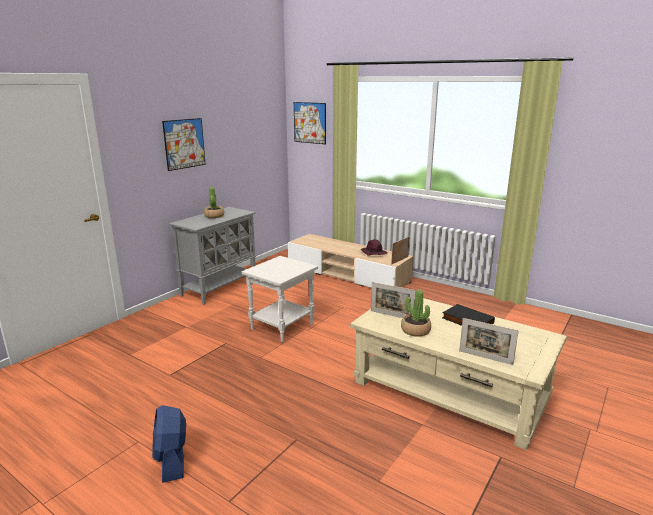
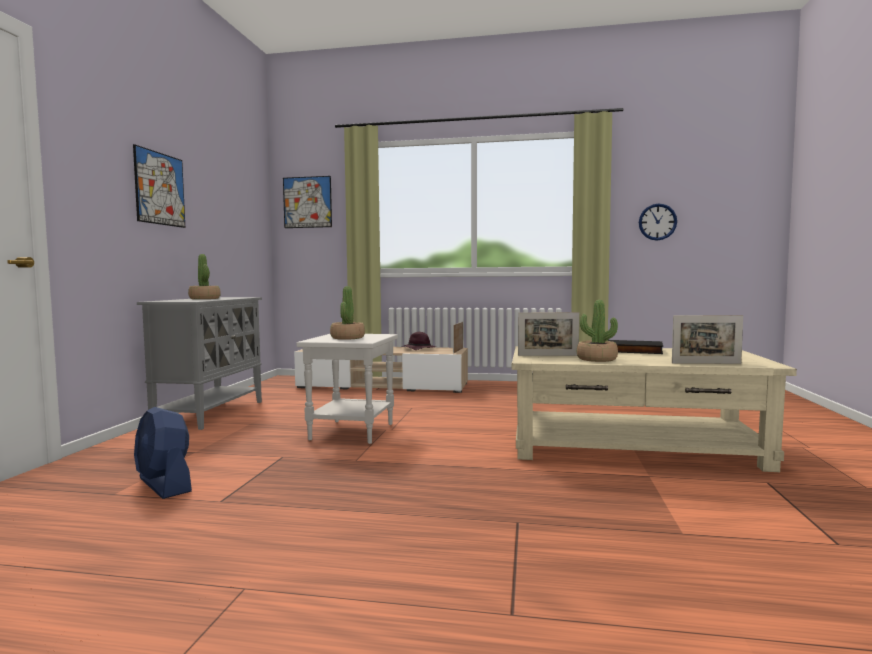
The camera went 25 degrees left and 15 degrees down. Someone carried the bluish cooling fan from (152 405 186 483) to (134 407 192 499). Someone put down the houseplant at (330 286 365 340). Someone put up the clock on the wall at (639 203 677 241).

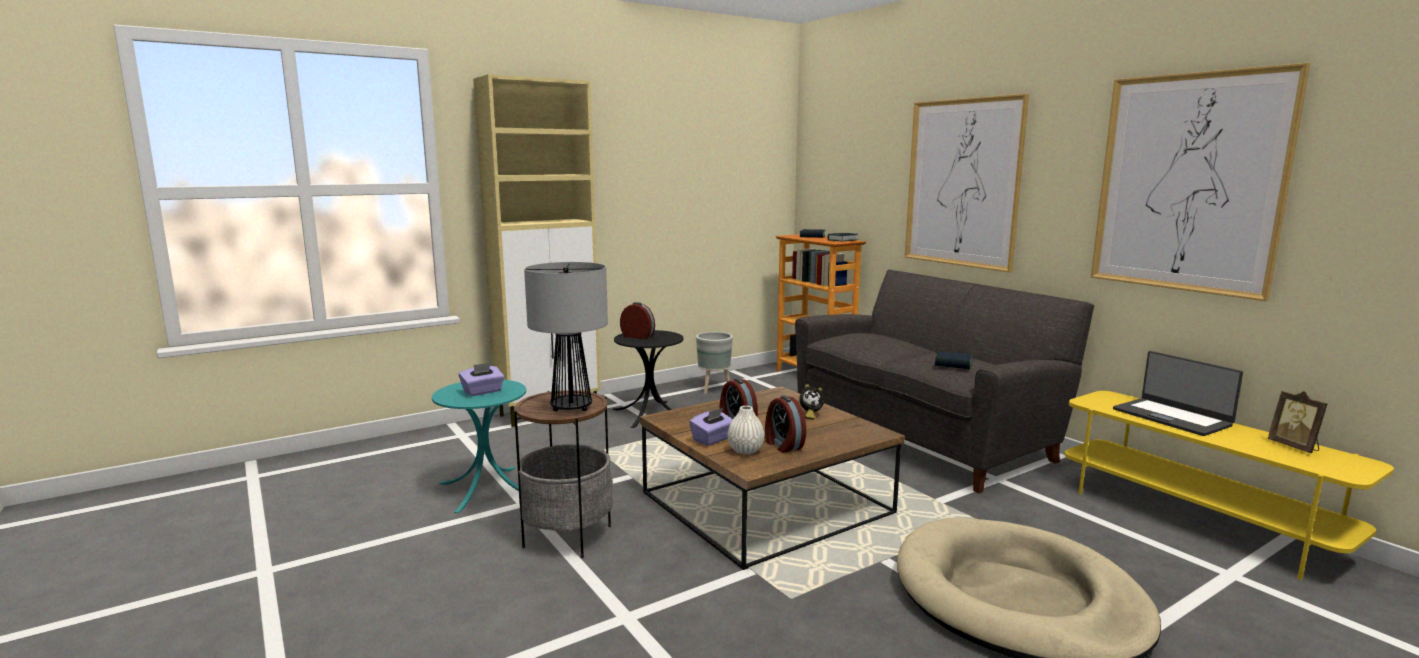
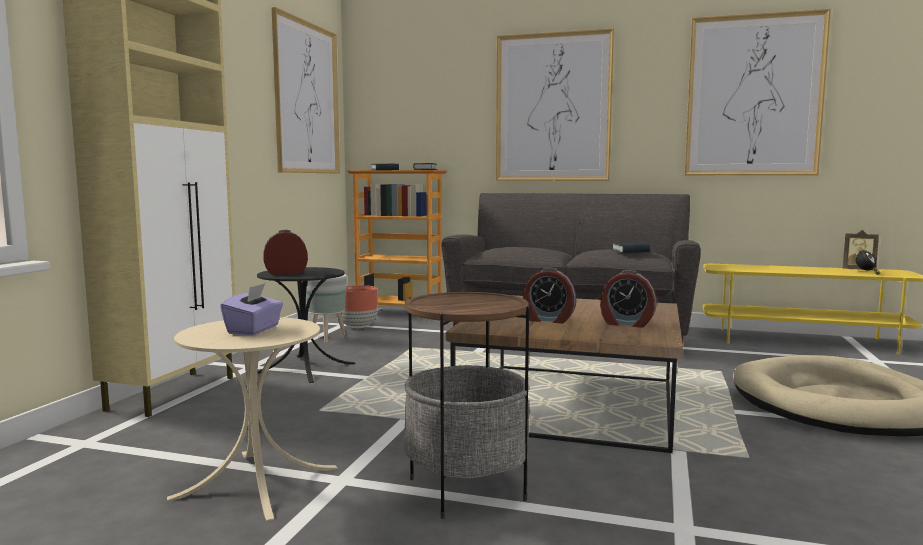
The camera went 40 degrees left and 5 degrees down. Someone repainted the blue-green accent table at (432 380 526 513), which became the beige-coloured accent table at (167 317 337 521). Someone put up the picture at (271 7 340 174). Someone put down the brown-coloured plant pot at (341 285 377 328). Someone carried the table clock from (799 384 824 420) to (856 248 881 275). Someone took away the lamp for a table at (524 262 608 411). Someone took away the purple tissue box at (689 408 733 446). Someone took away the white flower vase at (728 406 764 455). Someone took away the laptop at (1113 351 1243 436).

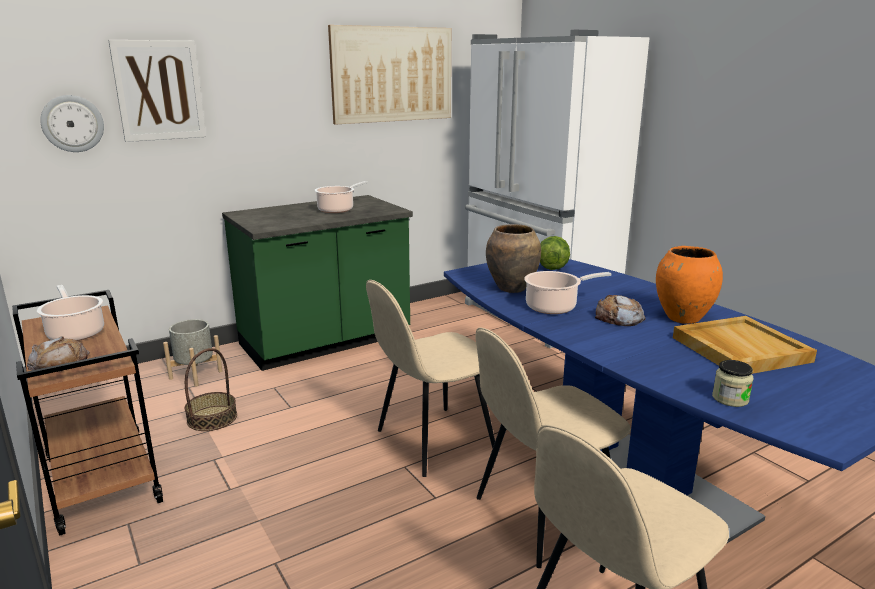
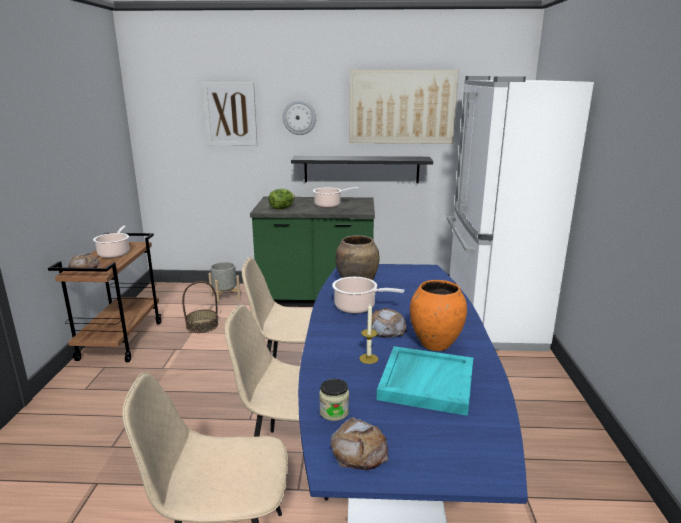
The camera went 35 degrees right and 0 degrees up. Someone carried the lettuce head from (540 236 570 270) to (268 189 295 209). Someone carried the clock on the wall from (40 95 104 152) to (282 100 316 135). Someone put up the blackish shelf at (291 156 433 183). Someone put down the bread at (330 417 388 470). Someone put down the wax candle at (359 304 378 364). Someone repainted the beige-coloured carrying tray at (673 316 817 374), which became the blue-green carrying tray at (377 346 473 416).

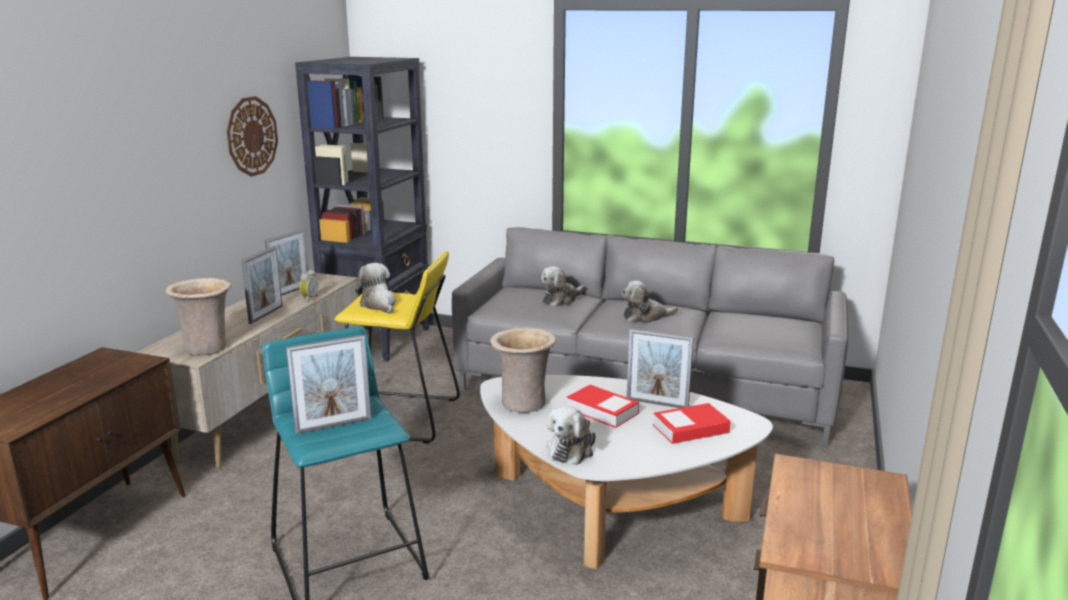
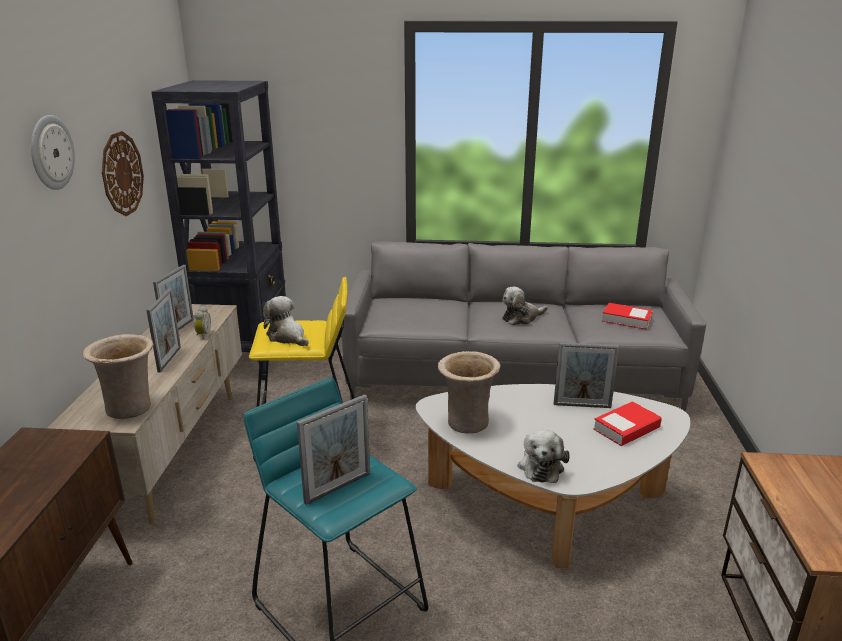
The camera went 15 degrees left and 5 degrees up. Someone put up the clock on the wall at (31 115 75 190). Someone carried the volume from (567 385 639 428) to (602 303 653 330). Someone took away the soft toy at (541 266 584 307).

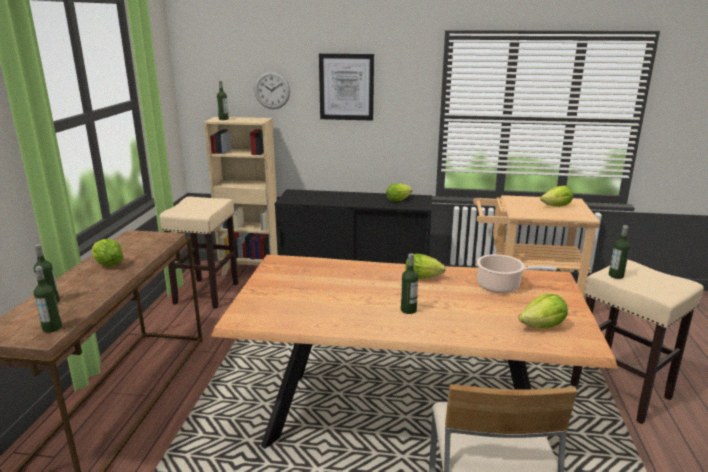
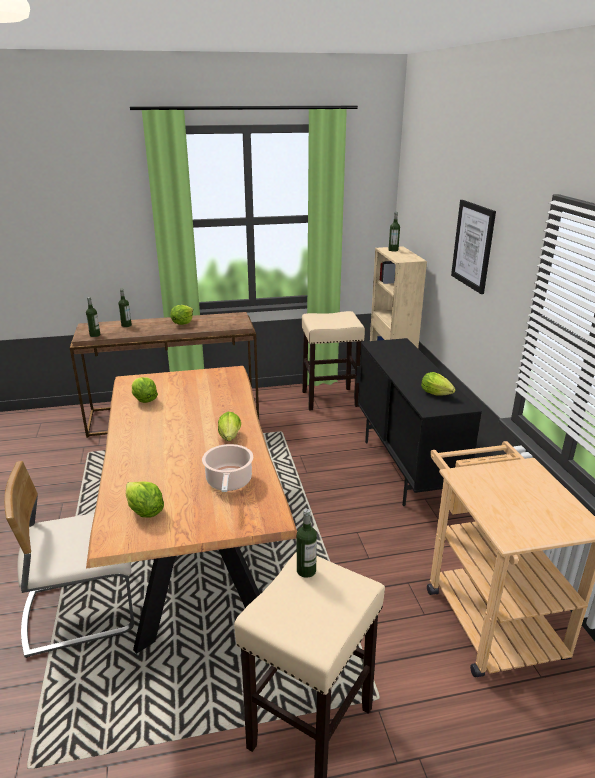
The camera went 70 degrees right and 5 degrees up. Someone carried the lettuce head from (540 186 573 207) to (132 377 158 403). Someone took away the clock on the wall at (254 71 290 109). Someone took away the bottle at (401 253 418 314).

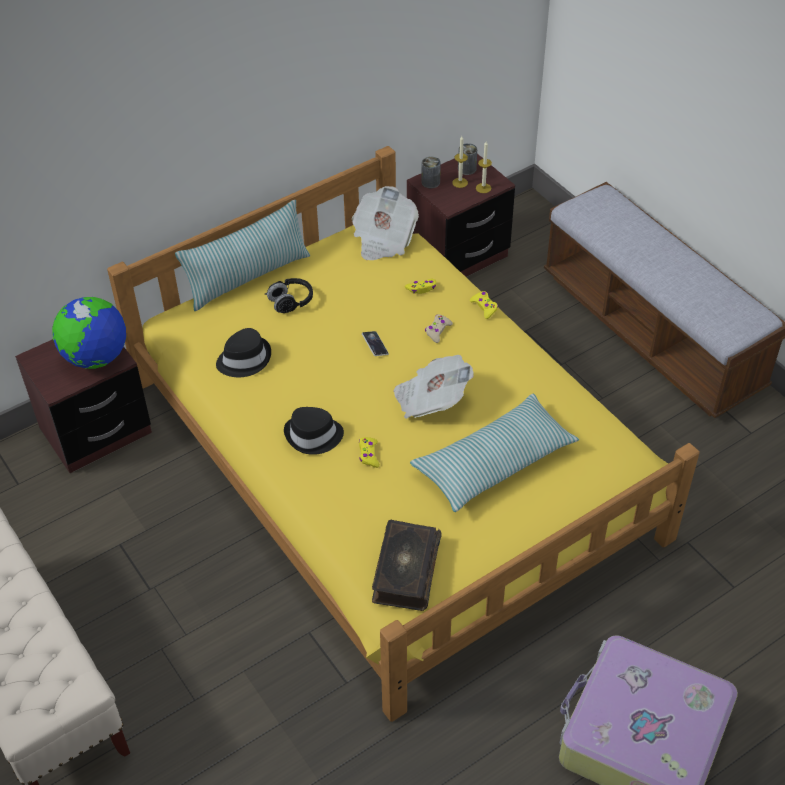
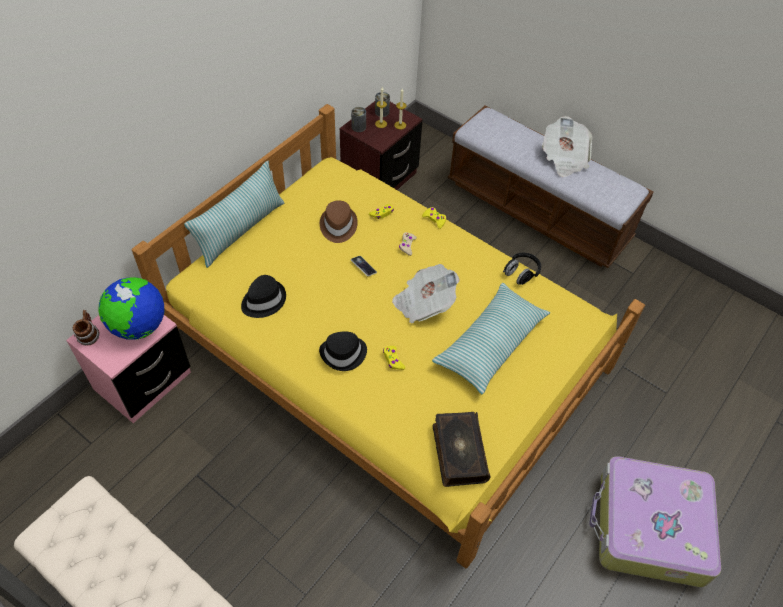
The camera went 20 degrees left and 5 degrees up. Someone repainted the brown-coloured bedside table at (15 339 152 473), which became the pink bedside table at (66 315 191 423). Someone put down the mug at (73 310 100 345). Someone put down the brown-coloured hat at (320 200 358 243). Someone carried the blackish pair of headphones from (265 278 313 313) to (503 253 541 285). Someone carried the daily paper from (352 186 419 260) to (542 116 592 177).

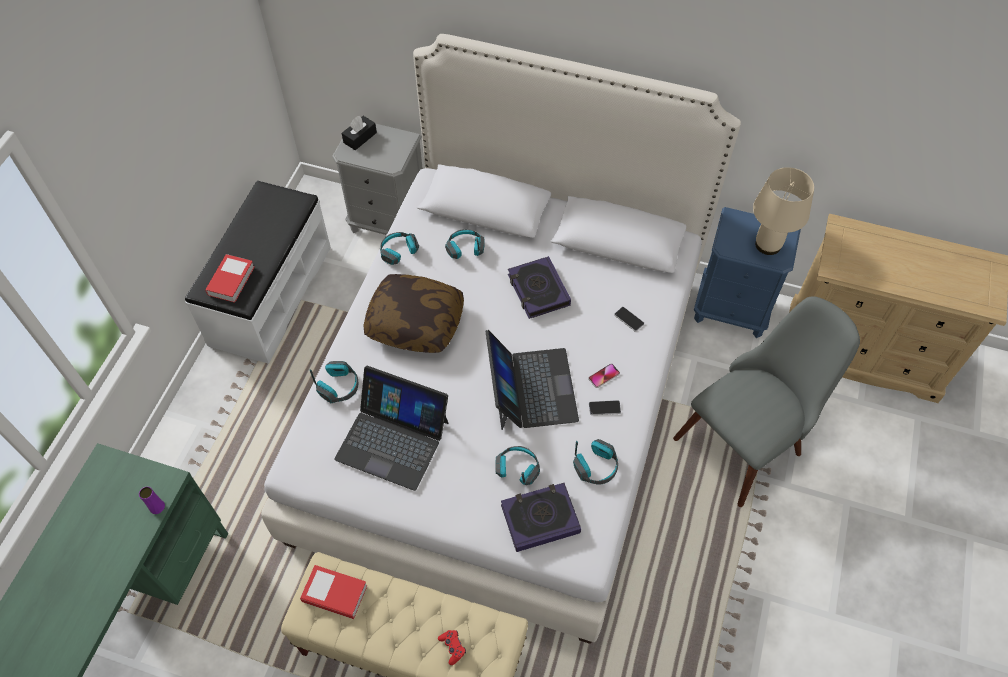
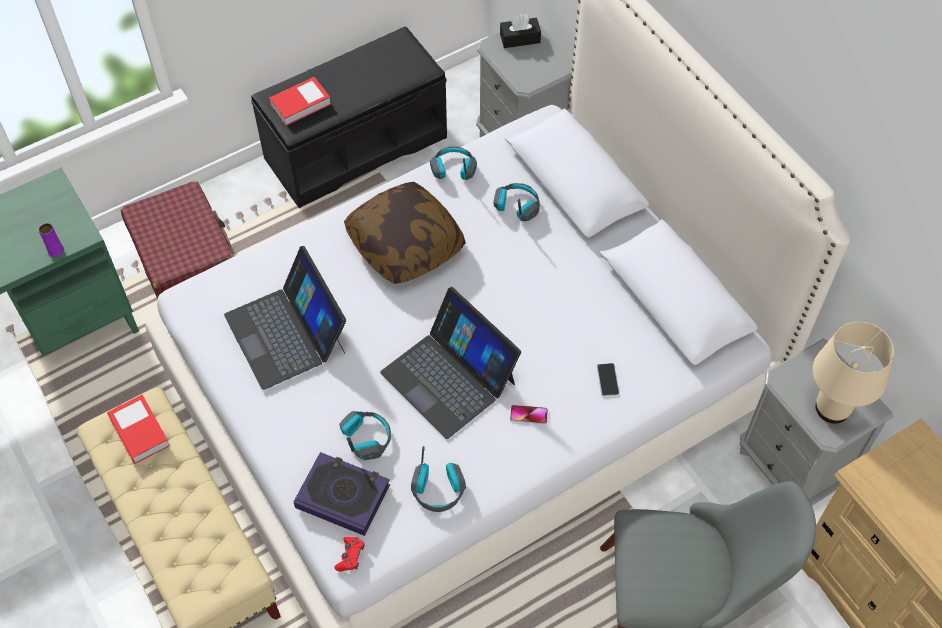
The camera went 40 degrees right and 0 degrees up. Someone put down the reddish suitcase at (121 181 234 299). Someone repainted the white long seat at (185 181 331 364), which became the blackish long seat at (251 27 447 208). Someone carried the reddish game controller from (438 630 466 665) to (334 537 365 572). Someone rotated the laptop at (485 330 579 430) by 105 degrees clockwise. Someone repainted the bluish bedside table at (694 207 801 338), which became the gray bedside table at (740 339 894 506). Someone took away the pair of headphones at (310 361 359 403). Someone took away the volume at (508 256 571 319). Someone took away the telephone at (589 400 621 415).

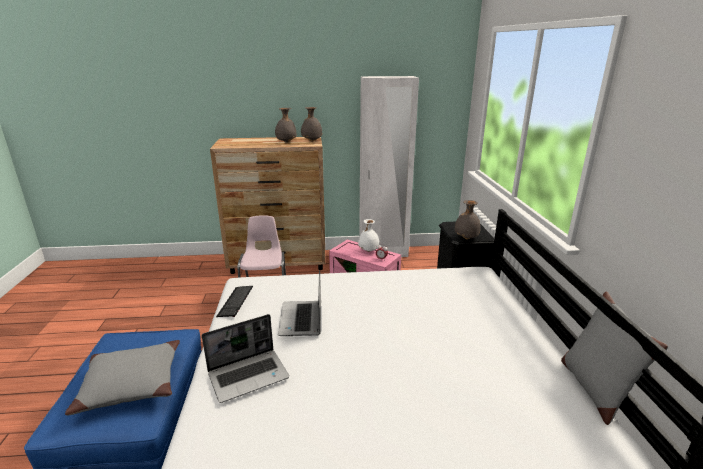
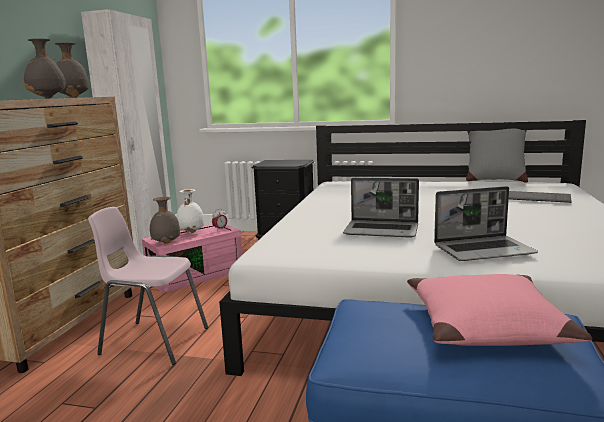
The camera went 70 degrees left and 10 degrees down. Someone carried the gray flower vase from (455 200 481 239) to (150 197 180 244). Someone repainted the gray pillow at (65 340 180 415), which became the pink pillow at (407 274 592 346). Someone rotated the laptop at (202 314 289 403) by 90 degrees clockwise. Someone carried the computer keyboard from (216 286 253 317) to (509 191 571 203).

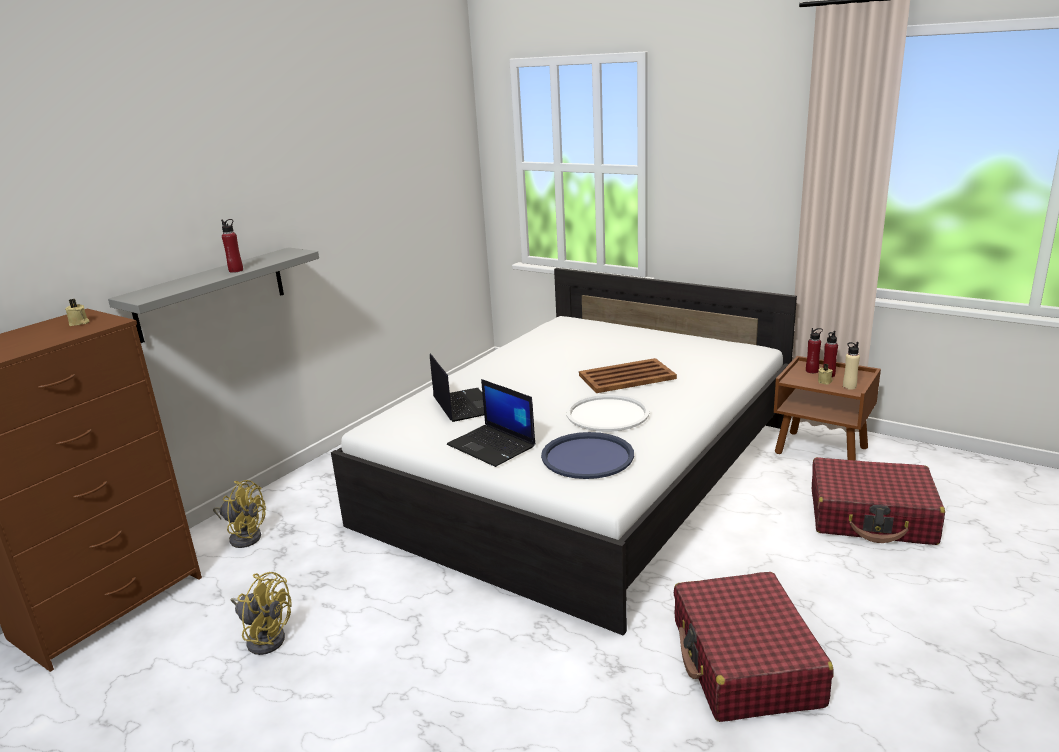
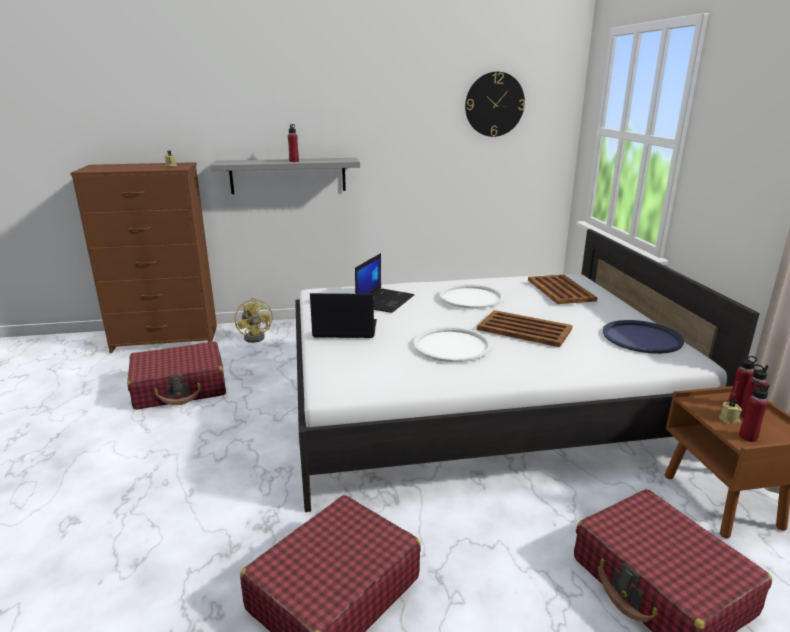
The camera went 45 degrees right and 0 degrees up. Someone swapped the yellow cooling fan at (231 572 292 655) for the reddish suitcase at (127 342 226 410). Someone rotated the laptop at (447 379 535 467) by 90 degrees clockwise. Someone put down the white carrying tray at (439 284 504 309). Someone put up the clock on the wall at (465 72 525 137). Someone put down the brown-coloured carrying tray at (528 275 597 304). Someone carried the bluish carrying tray from (541 432 634 479) to (603 320 684 354). Someone repainted the beige-coloured bottle at (843 342 860 390), which became the reddish bottle at (739 381 769 442).

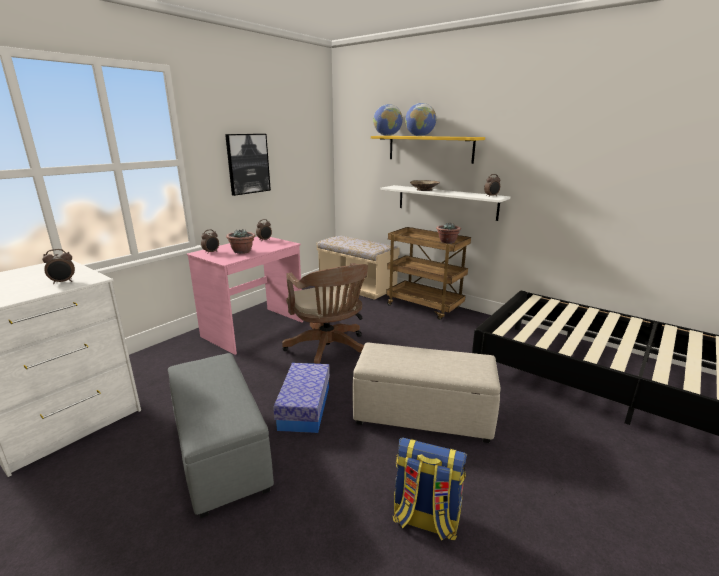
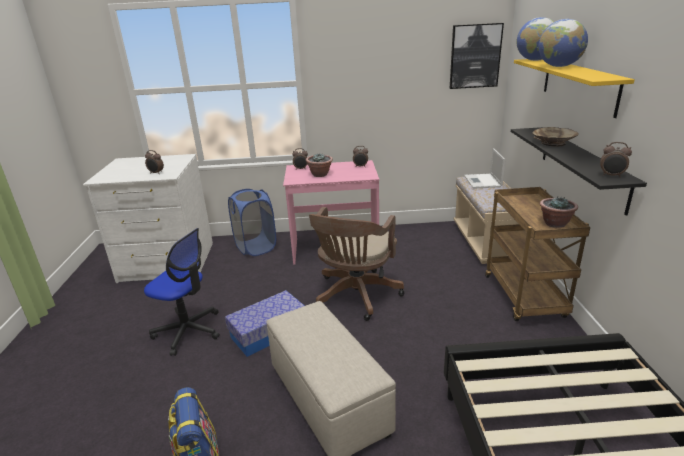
The camera went 50 degrees right and 5 degrees up. Someone swapped the gray footrest at (168 353 274 518) for the office chair at (144 228 220 356). Someone put down the bluish laundry basket at (228 189 276 256). Someone carried the picture from (225 134 271 196) to (450 23 504 89). Someone put down the laptop at (464 148 506 189). Someone repainted the white shelf at (380 185 510 221), which became the blackish shelf at (511 127 647 216).

